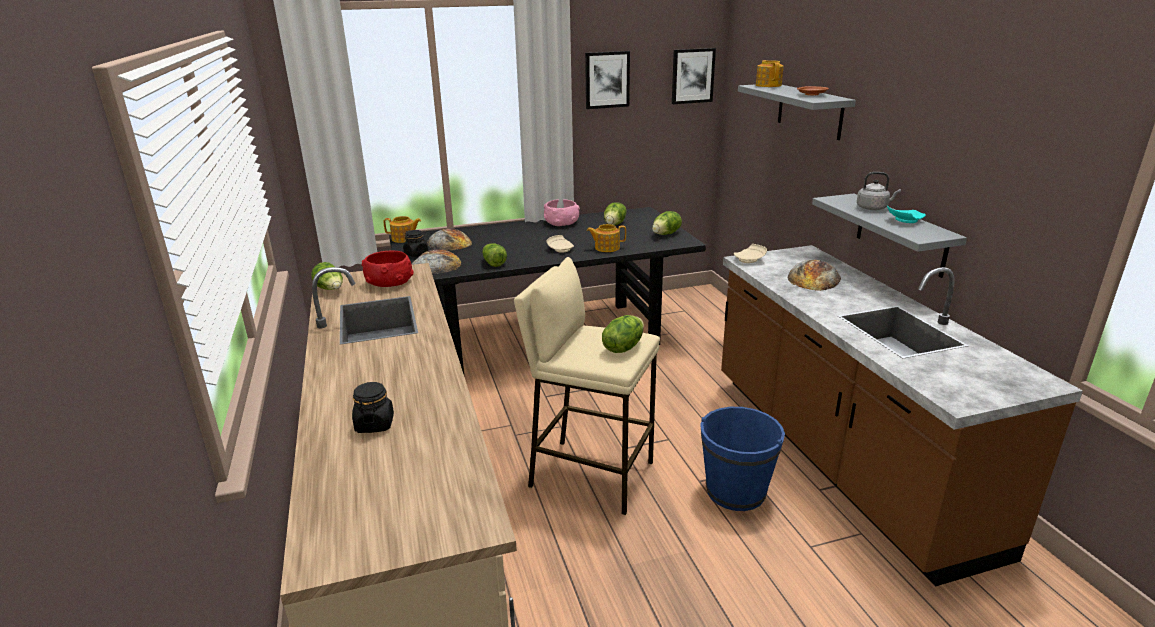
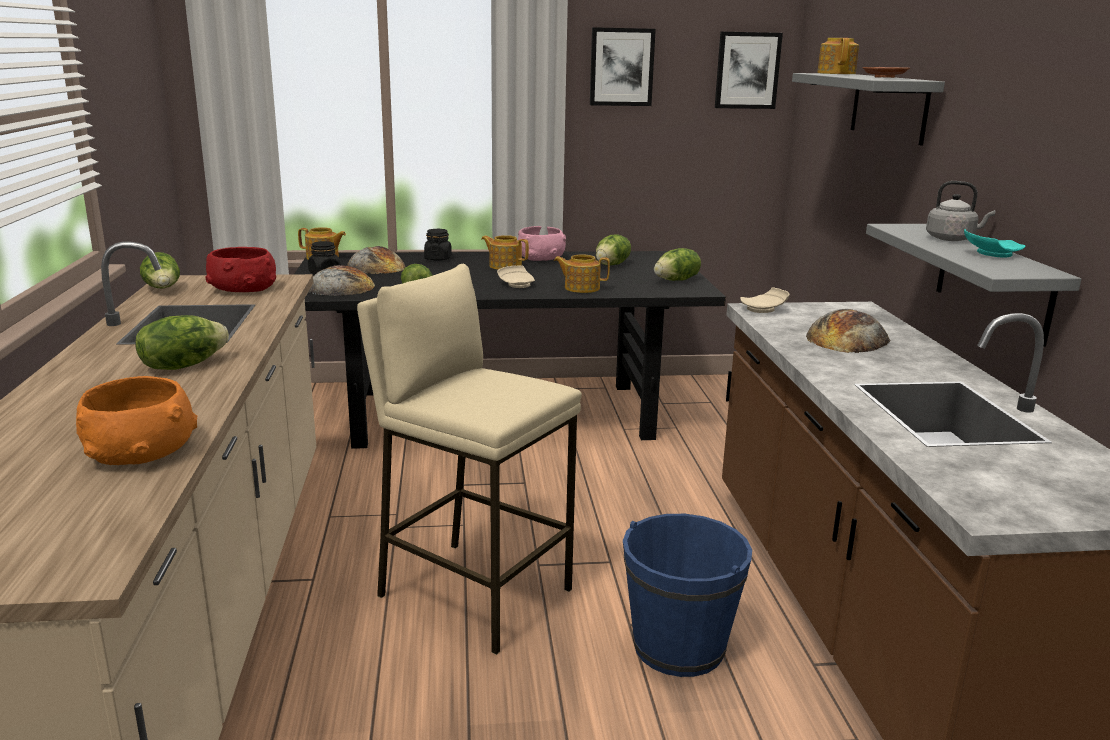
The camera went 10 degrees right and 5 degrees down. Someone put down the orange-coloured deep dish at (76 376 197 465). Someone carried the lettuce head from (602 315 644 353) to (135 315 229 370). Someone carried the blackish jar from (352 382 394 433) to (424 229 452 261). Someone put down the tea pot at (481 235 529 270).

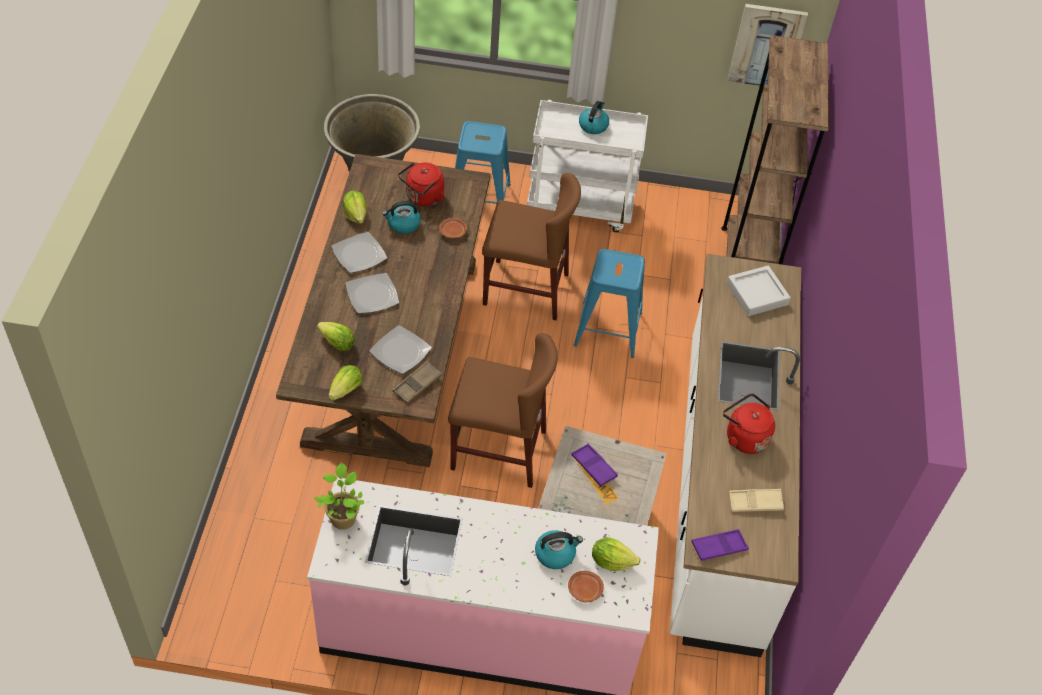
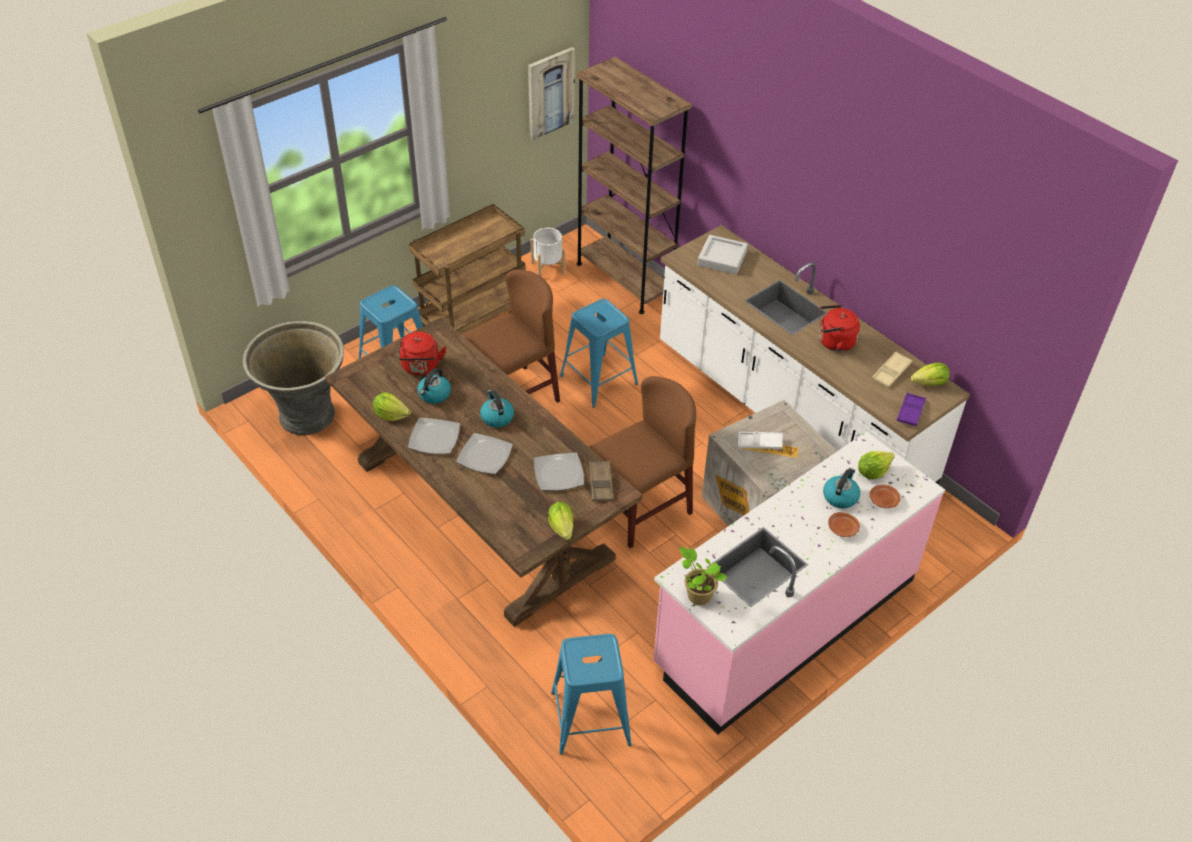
The camera went 45 degrees left and 5 degrees down. Someone repainted the white wheeled cart at (527 100 648 232), which became the brown-coloured wheeled cart at (408 204 526 334). Someone carried the water kettle from (579 101 609 134) to (480 390 514 428). Someone put down the white plant pot at (530 228 565 276). Someone put down the bluish stool at (551 634 632 755). Someone repainted the purple carrying tray at (571 443 618 487), which became the white carrying tray at (738 432 783 449). Someone carried the brown-coloured flat dish from (439 218 467 238) to (828 512 860 537). Someone carried the lettuce head from (317 322 355 351) to (911 362 950 386).

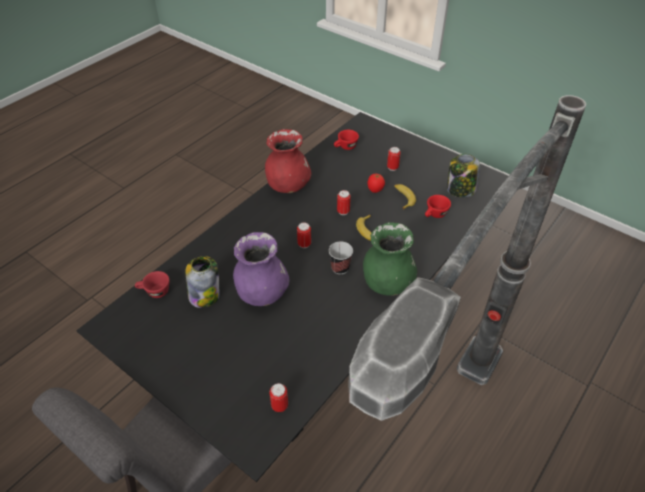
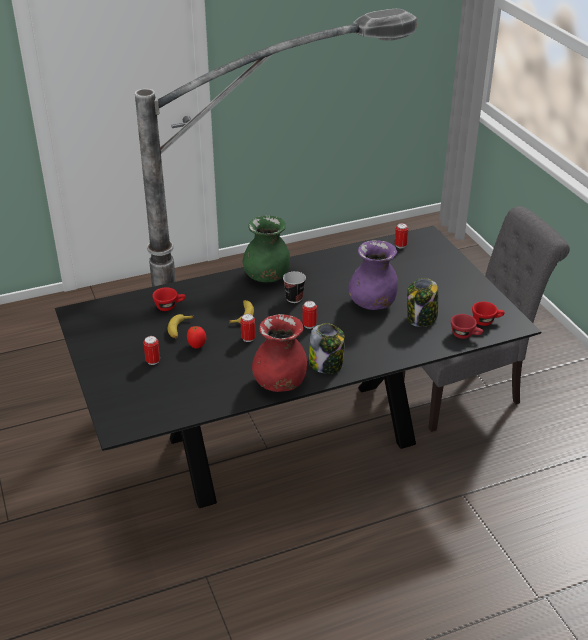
The camera went 150 degrees left and 10 degrees down. Someone carried the jar from (447 154 480 197) to (309 323 345 374). Someone carried the reddish cup from (334 130 359 150) to (472 301 505 326).

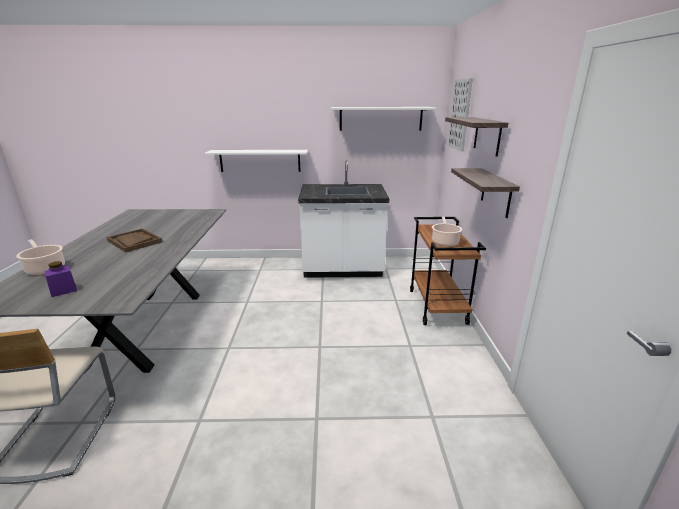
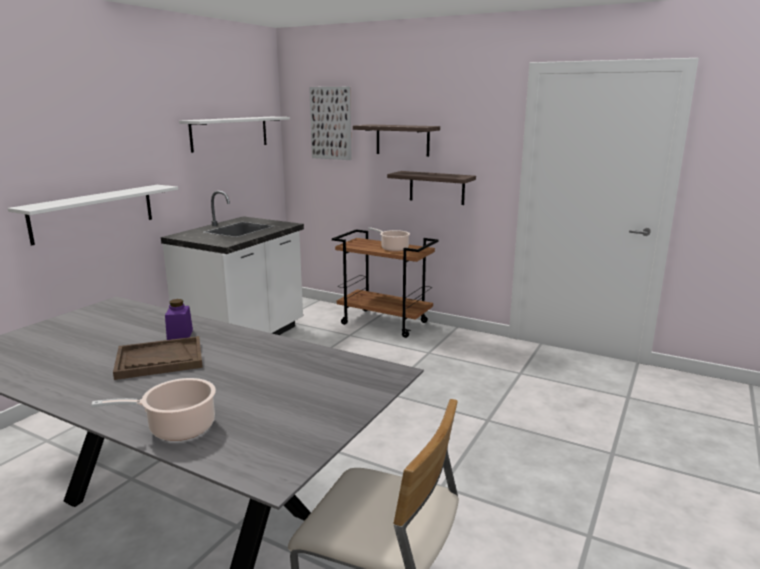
The camera went 60 degrees left and 5 degrees down. Someone carried the purple jar from (45 261 77 297) to (165 299 193 340).

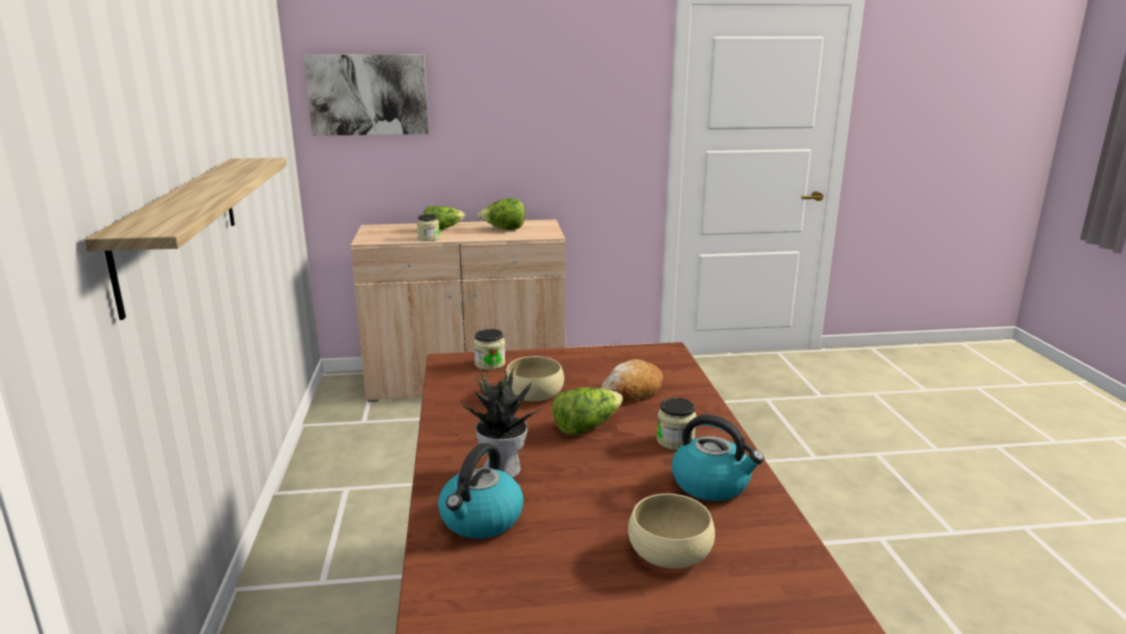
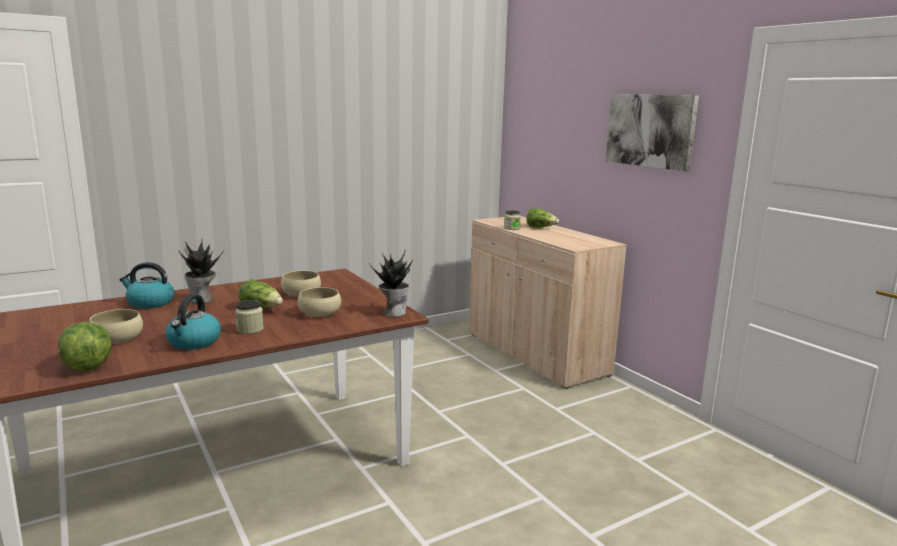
The camera went 65 degrees right and 5 degrees down. Someone carried the lettuce head from (478 198 525 230) to (58 322 112 372). Someone swapped the bread at (601 359 663 402) for the beige-coloured deep dish at (297 287 341 317). Someone put down the houseplant at (369 250 413 317). Someone carried the picture from (303 54 429 136) to (606 94 699 172). Someone took away the shelf at (84 158 287 320). Someone took away the jar at (474 329 506 370).

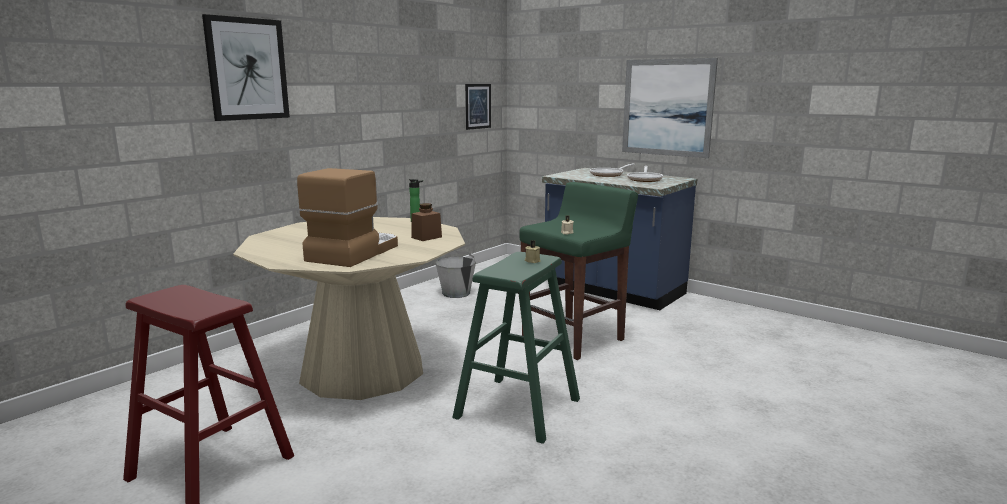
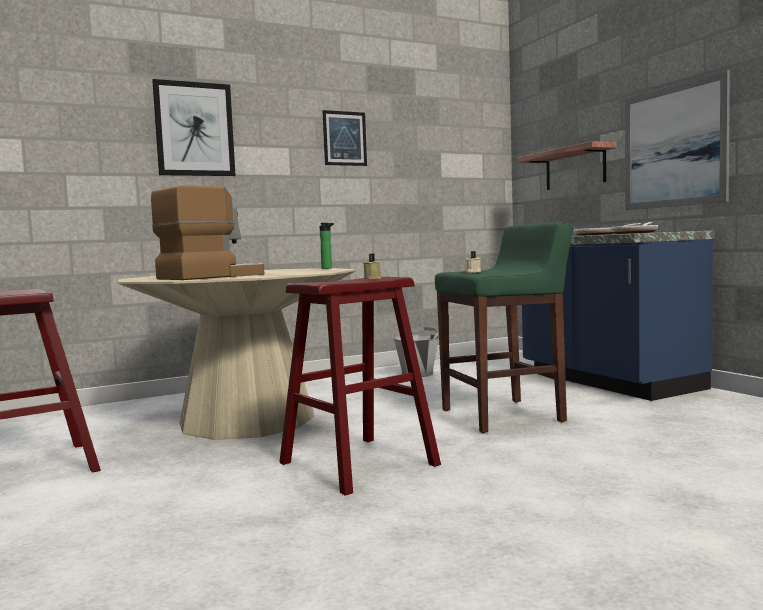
The camera went 25 degrees right and 10 degrees down. Someone repainted the green-coloured stool at (452 252 580 444), which became the reddish stool at (279 277 441 496). Someone carried the picture from (465 84 491 130) to (322 110 367 166). Someone put up the shelf at (517 141 617 190). Someone took away the brown-coloured jar at (411 203 442 241).

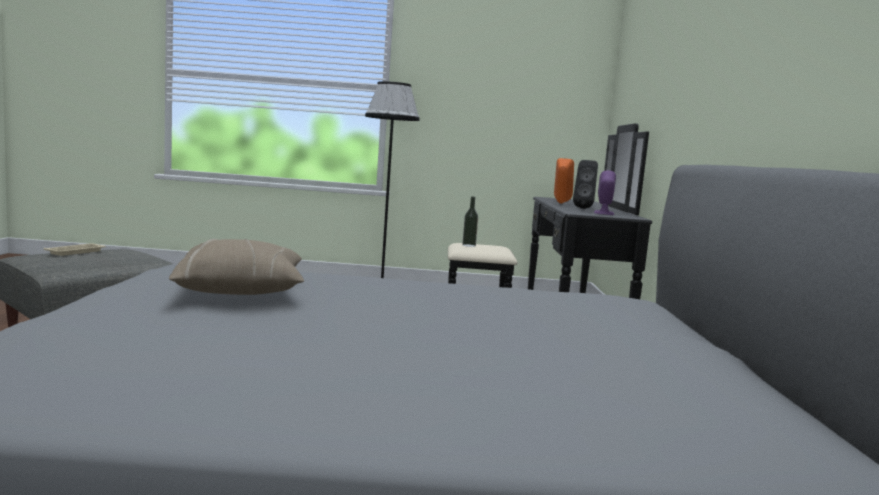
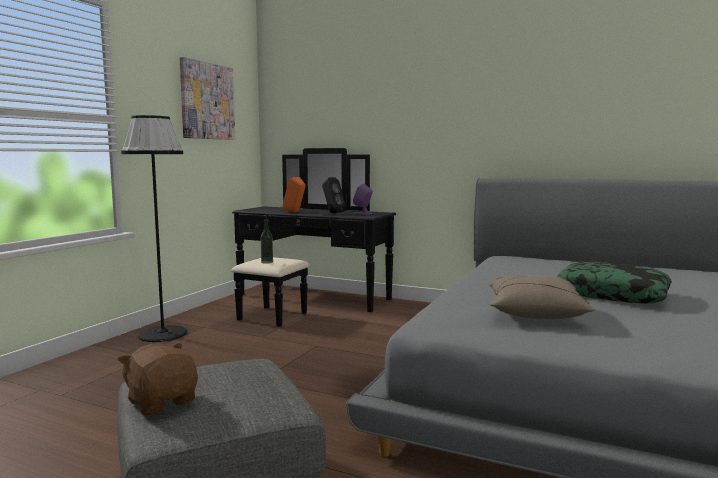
The camera went 65 degrees left and 0 degrees up. Someone swapped the beige-coloured carrying tray at (44 243 106 256) for the brown-coloured soft toy at (118 343 198 415). Someone put up the picture at (180 57 235 140). Someone put down the pillow at (557 262 672 304).

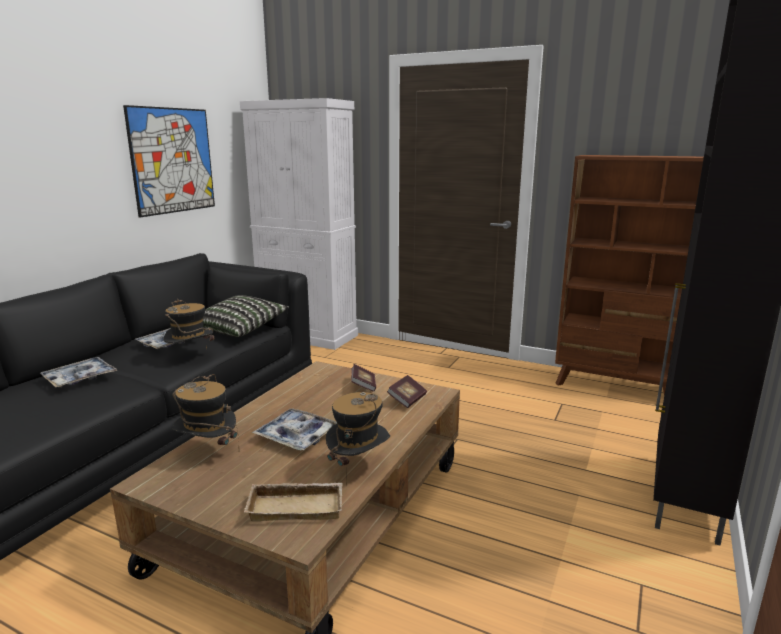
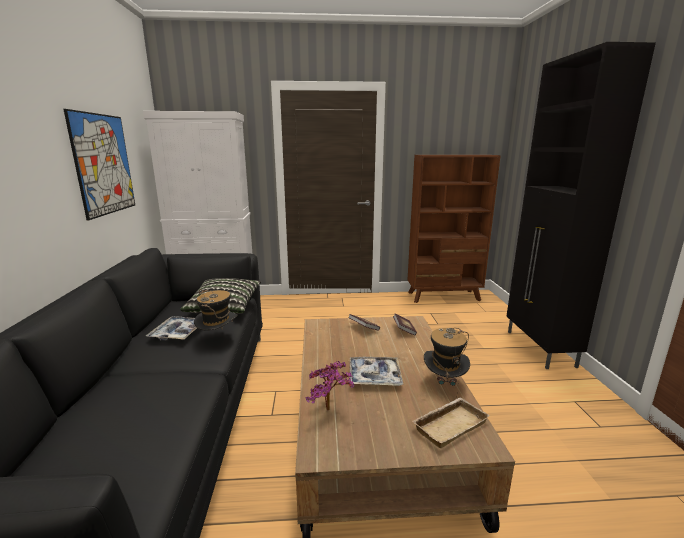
The camera went 30 degrees left and 0 degrees up. Someone swapped the hat at (172 374 239 445) for the houseplant at (305 361 354 411). Someone took away the carrying tray at (40 357 118 388).

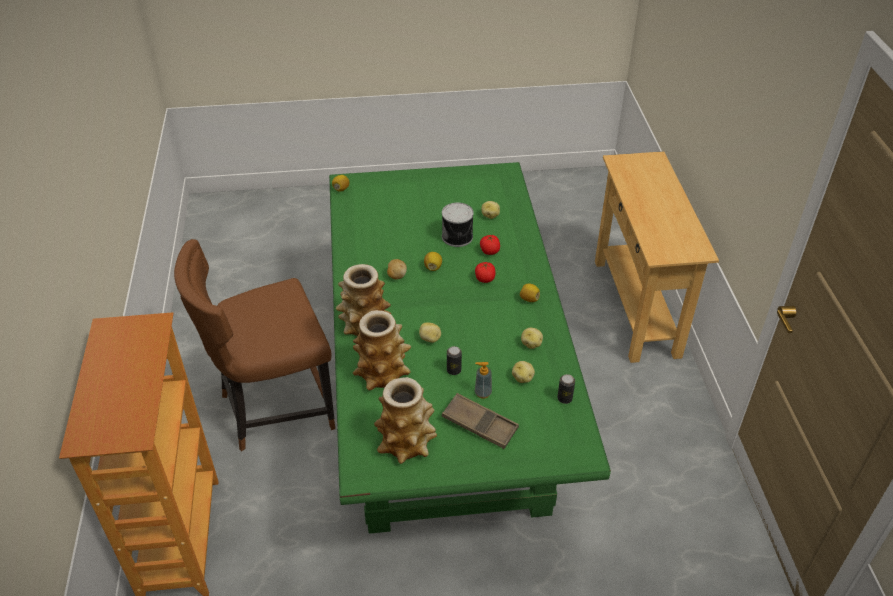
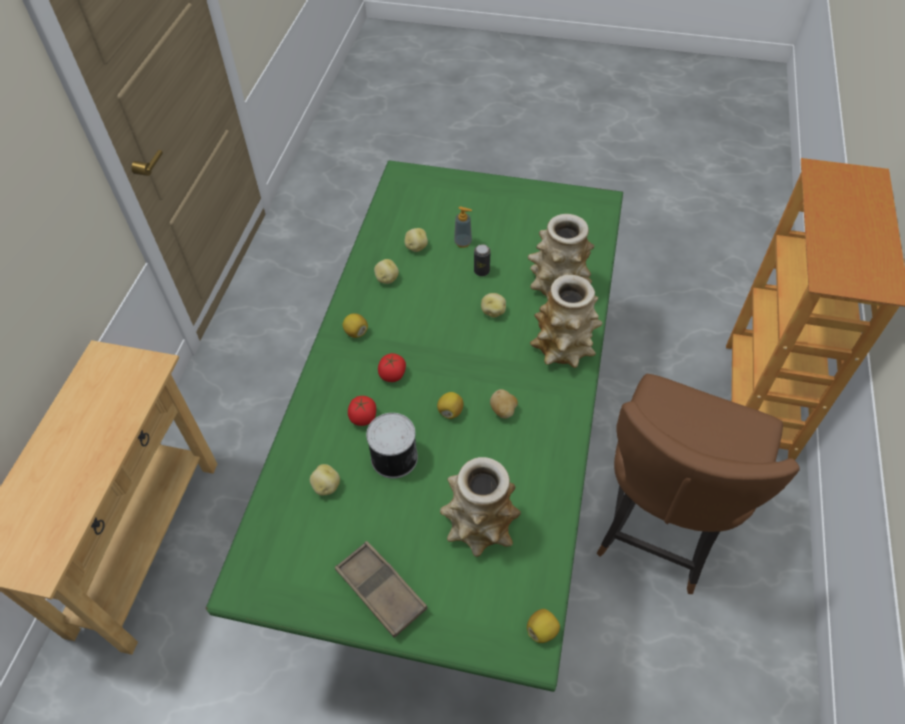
The camera went 160 degrees left and 10 degrees up. Someone carried the brown-coloured carrying tray from (442 393 519 449) to (335 541 428 638). Someone carried the flower vase from (374 377 437 464) to (440 457 521 557). Someone rotated the brown-coloured chair at (174 239 335 451) by 120 degrees clockwise. Someone took away the can at (557 374 575 404).

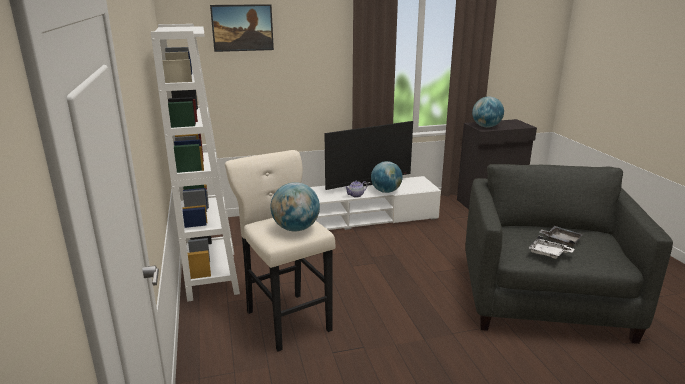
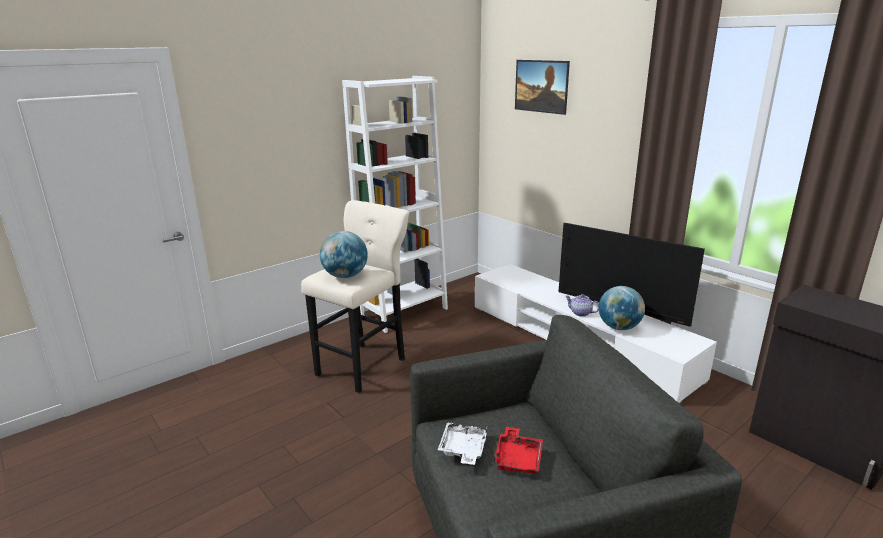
The camera went 65 degrees right and 0 degrees up. Someone repainted the gray carrying tray at (539 226 583 247), which became the reddish carrying tray at (493 427 543 474). Someone took away the desk globe at (472 97 504 128).

